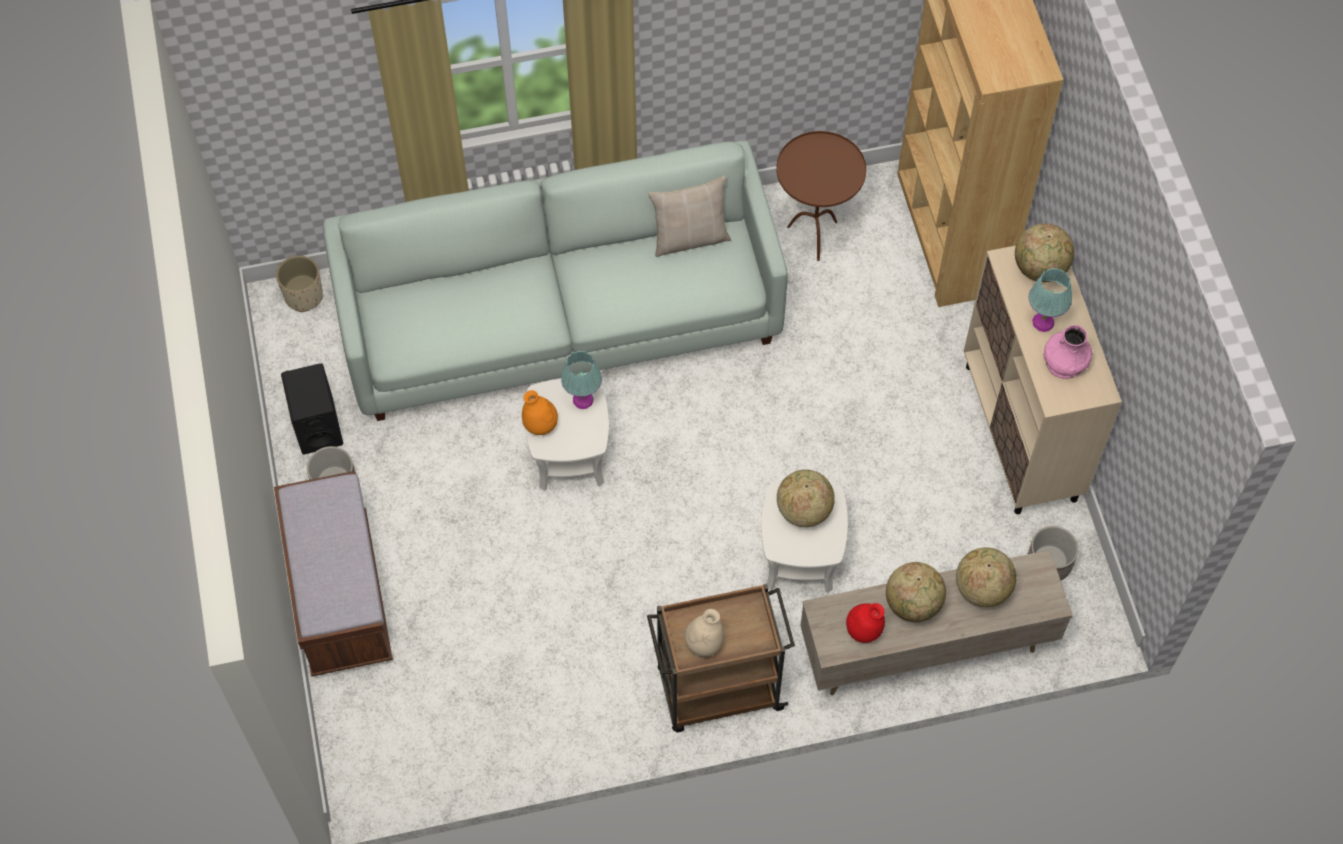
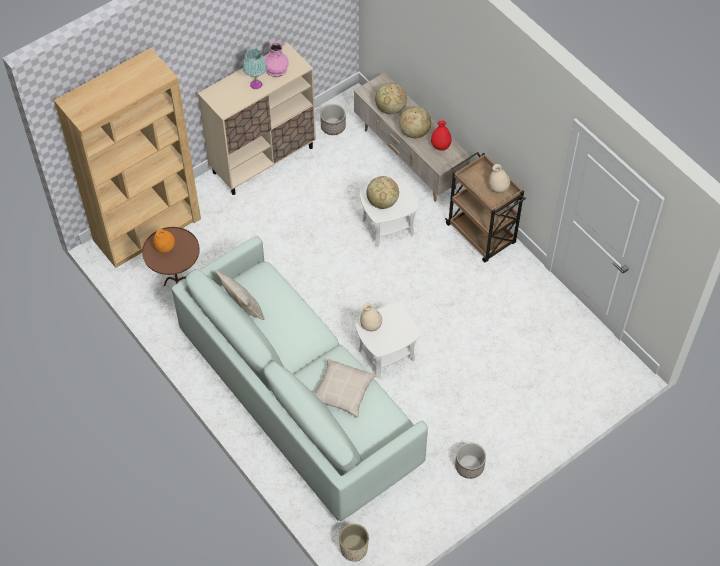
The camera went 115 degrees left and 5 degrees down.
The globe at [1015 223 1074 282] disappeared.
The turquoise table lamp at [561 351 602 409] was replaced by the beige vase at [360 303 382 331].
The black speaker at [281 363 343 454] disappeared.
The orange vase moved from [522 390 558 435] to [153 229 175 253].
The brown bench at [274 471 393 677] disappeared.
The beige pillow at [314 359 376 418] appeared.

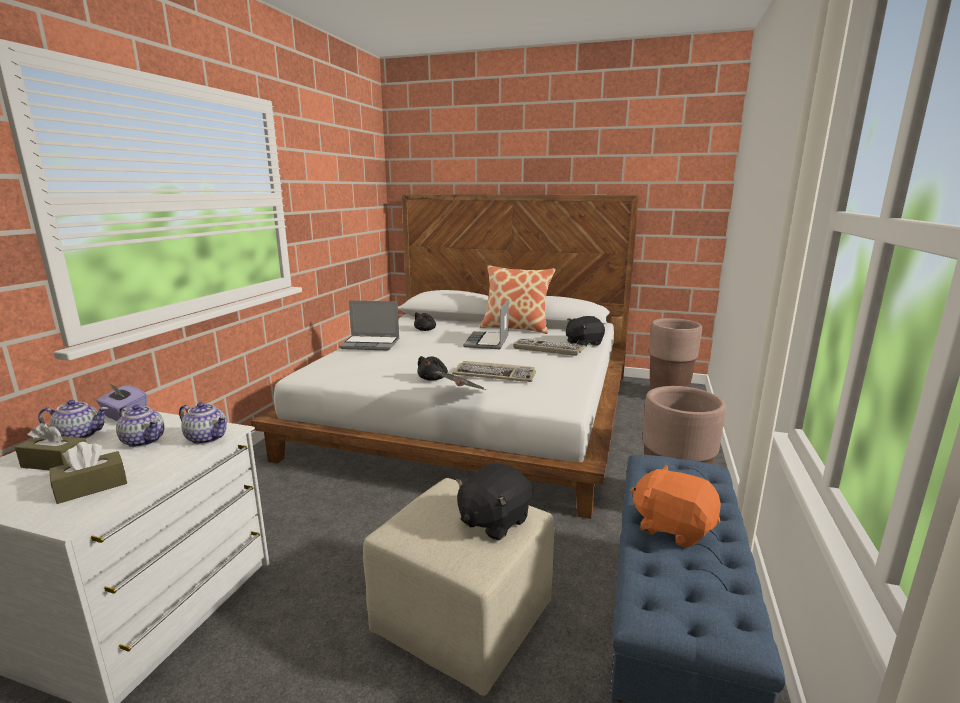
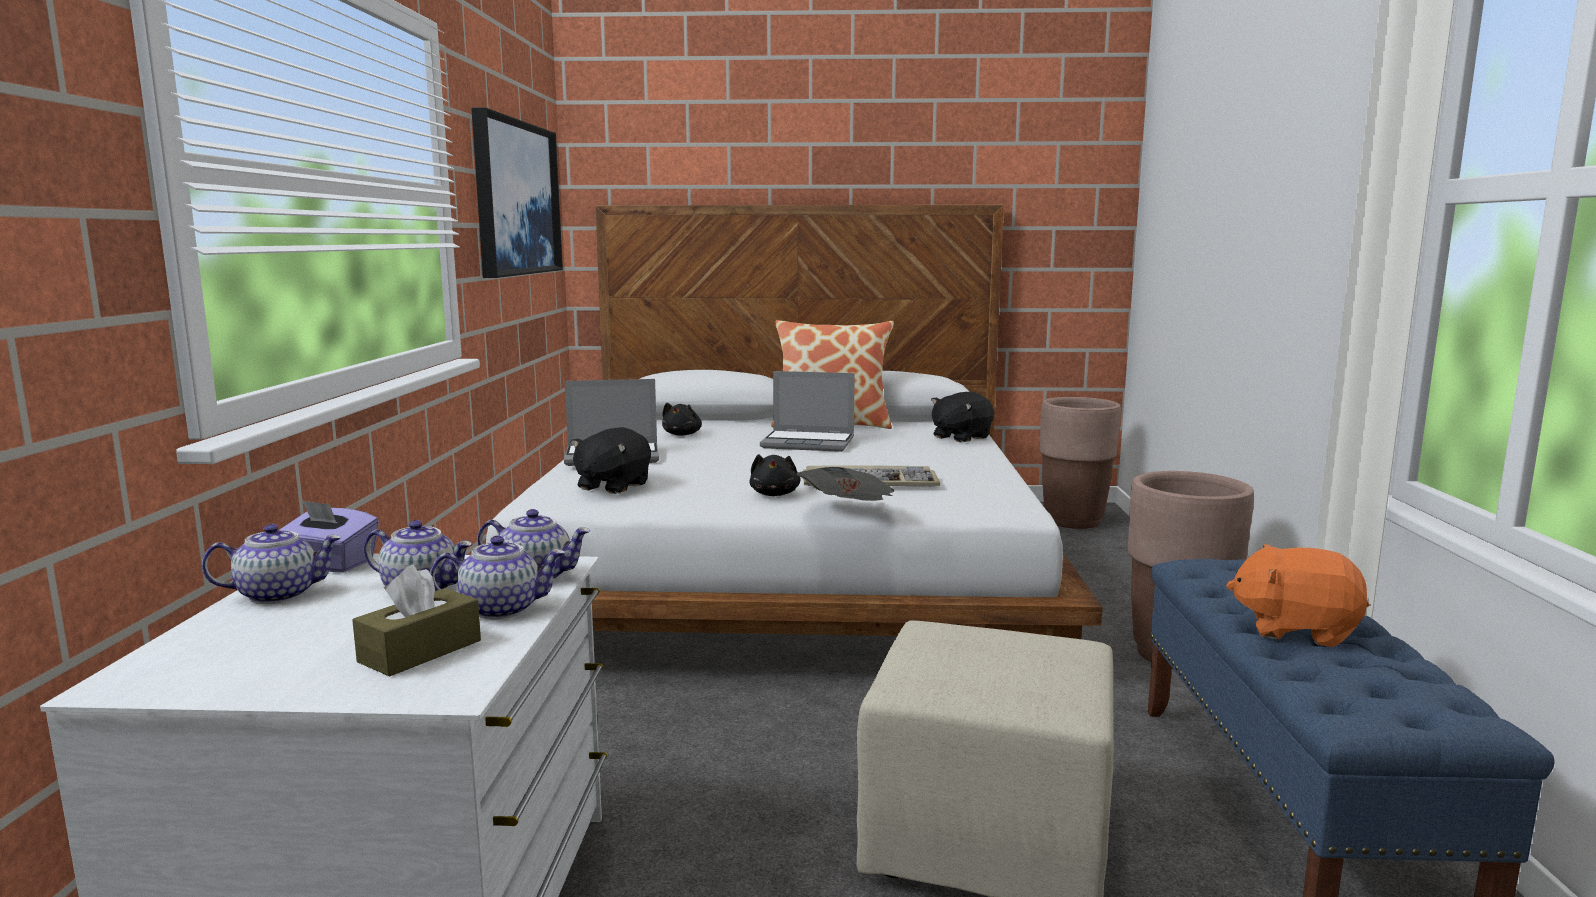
The camera went 15 degrees left and 5 degrees down.
The laptop at [463 299 509 349] turned 75 degrees counterclockwise.
The keyboard at [513 338 586 356] disappeared.
The brown tissue box at [15 423 87 470] disappeared.
The black plush toy moved from [456 464 532 541] to [571 427 651 494].
The picture at [471 107 563 278] appeared.
The teapot at [430 536 565 619] appeared.

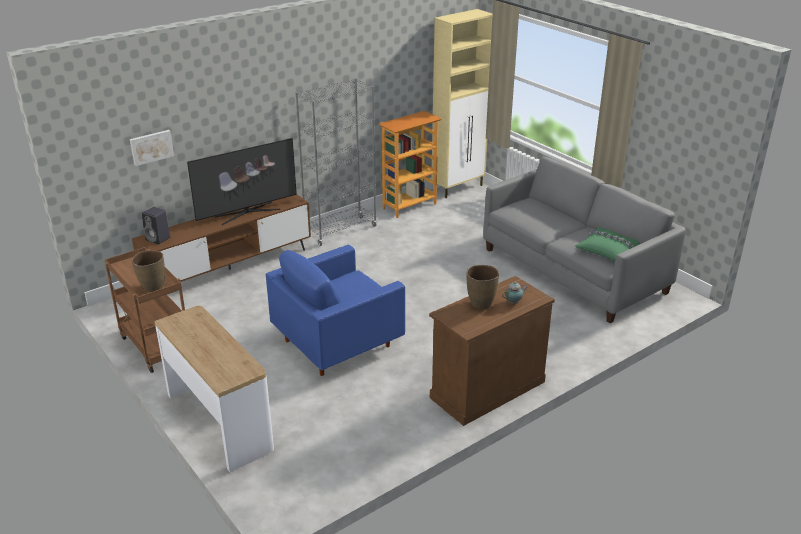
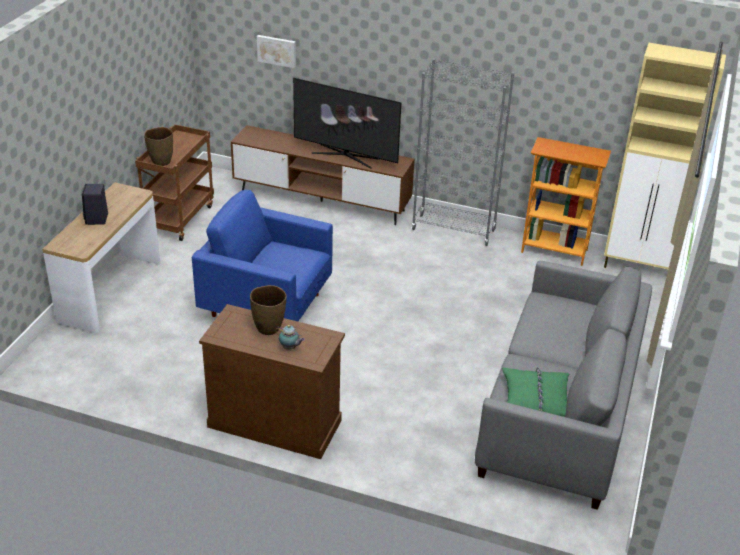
The camera went 55 degrees right and 5 degrees up.
The black speaker moved from [142 207 170 245] to [82 184 108 225].

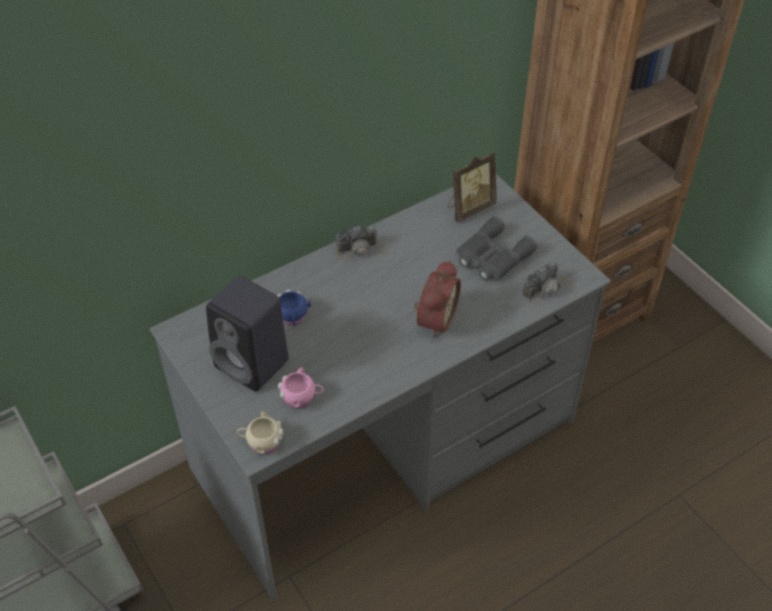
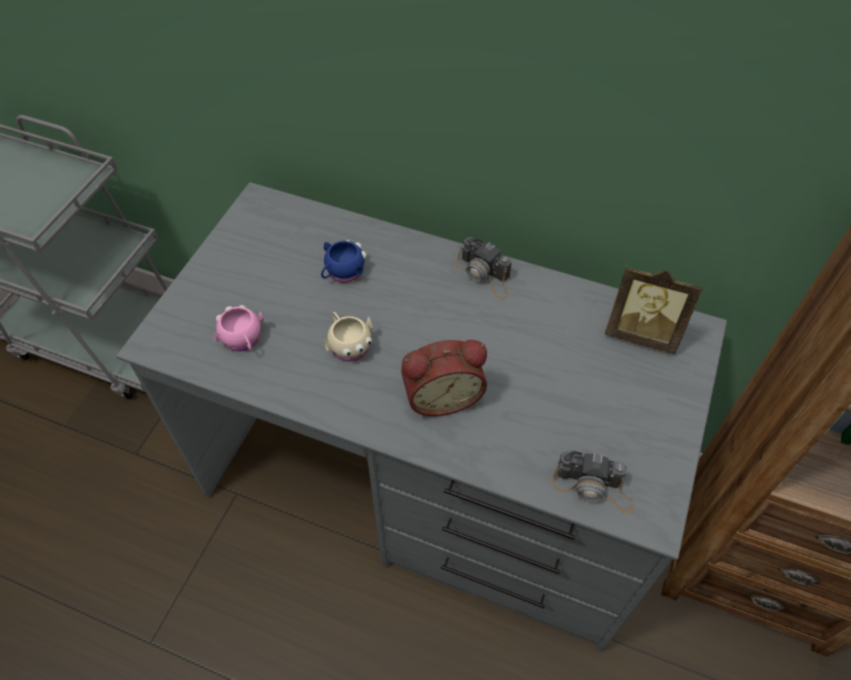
The camera went 55 degrees right and 5 degrees up.
The grey binoculars at [457 216 537 281] disappeared.
The black speaker at [206 275 289 392] disappeared.
The beige mug moved from [237 411 284 454] to [323 312 373 362].

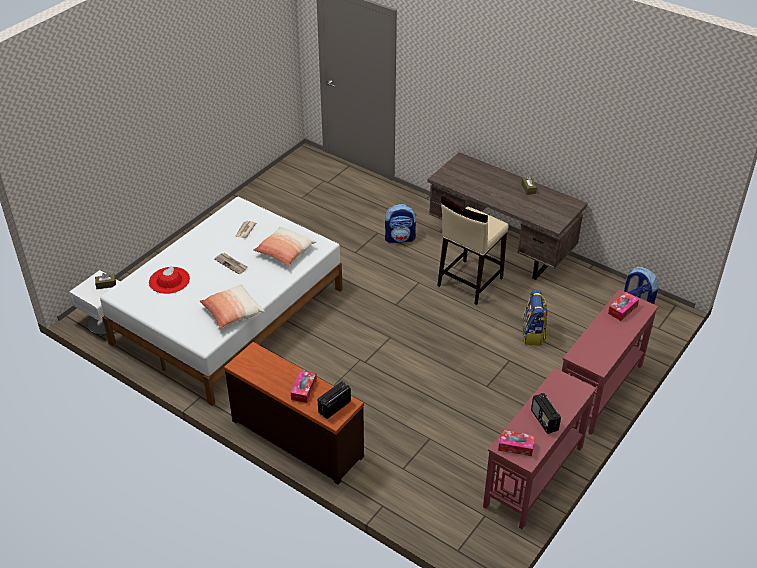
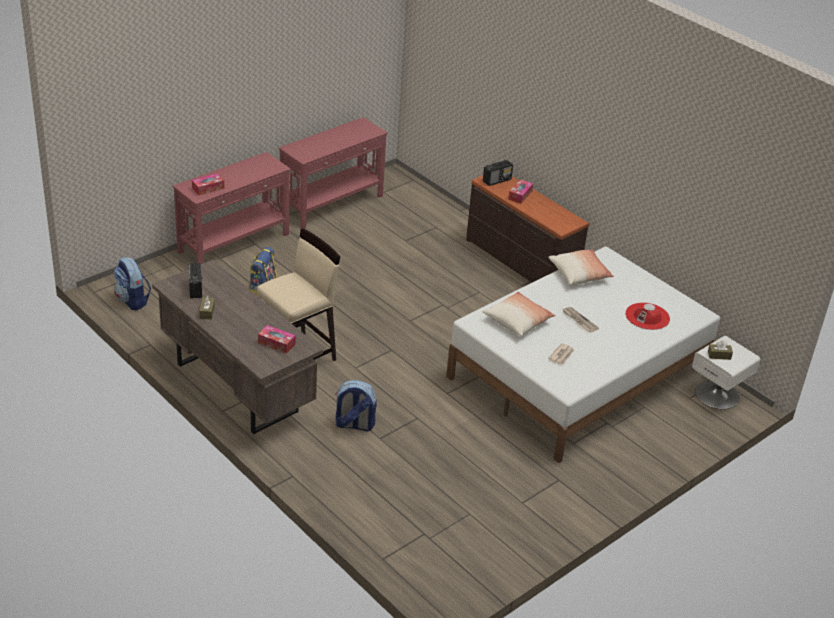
The camera went 170 degrees left and 5 degrees down.
The radio moved from [531 393 561 434] to [188 262 203 299].
The tissue box moved from [498 430 535 456] to [258 325 296 353].

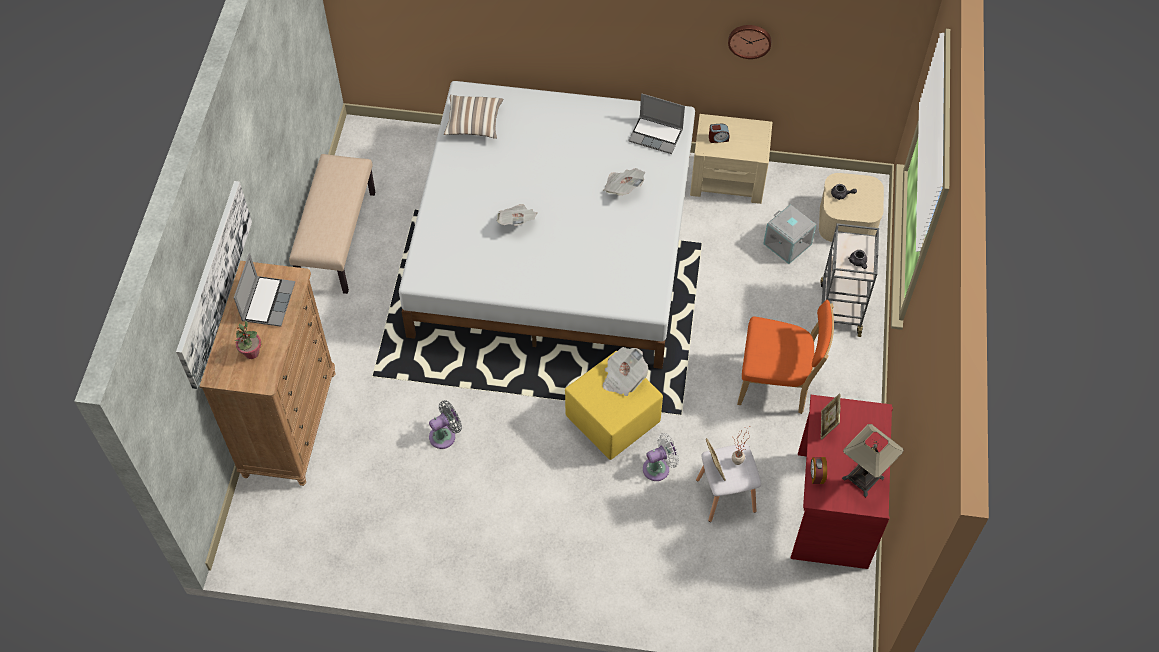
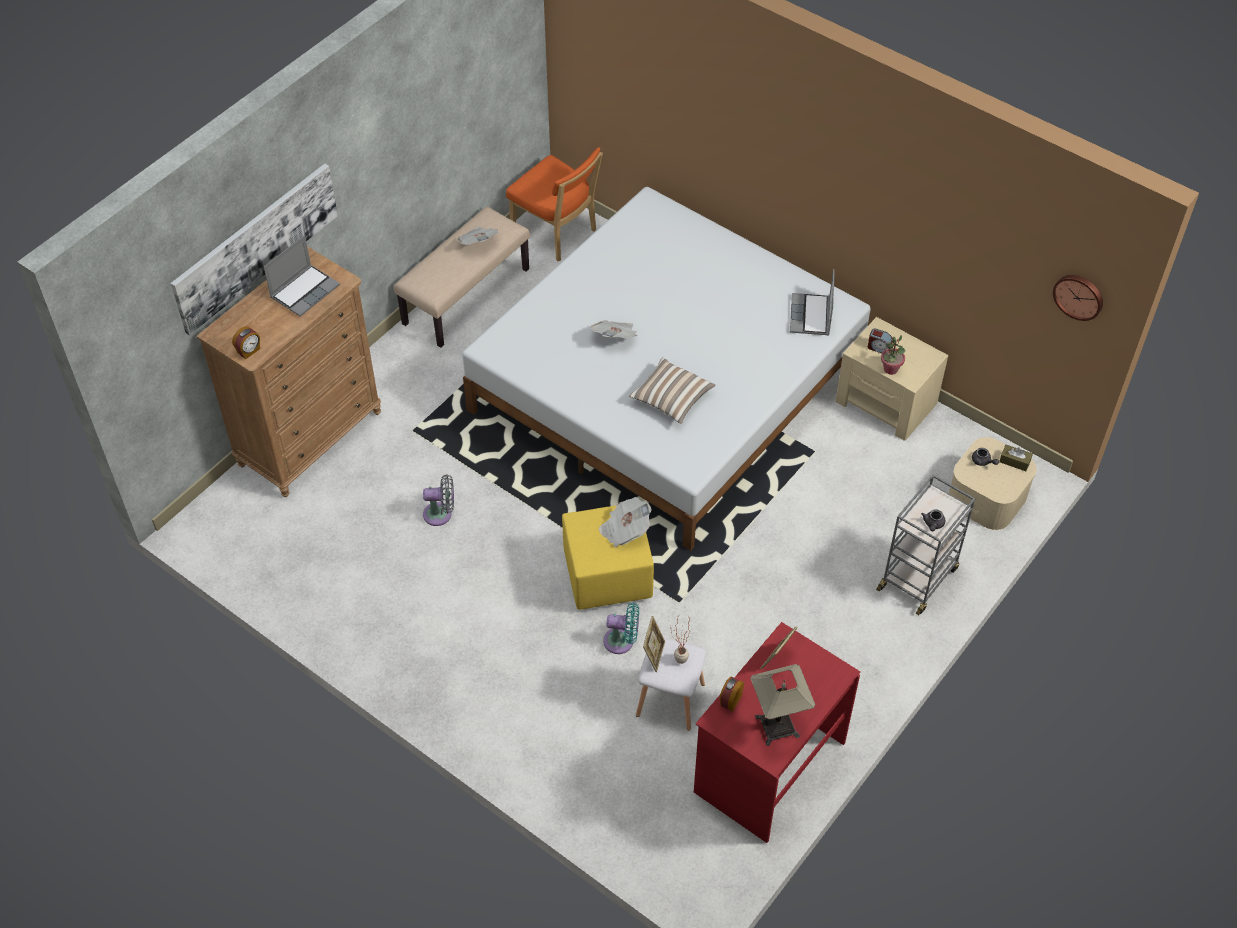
The camera went 30 degrees right and 5 degrees down.
The wall clock moved from [728 25 771 59] to [1053 275 1103 321].
The laptop at [628 93 685 154] turned 45 degrees clockwise.
The pillow moved from [444 95 503 139] to [629 357 716 424].
The newspaper moved from [603 168 645 195] to [457 227 498 245].
The grey storage box at [763 204 816 264] disappeared.
The orange chair moved from [737 300 834 414] to [506 147 603 261].
The potted plant moved from [235 321 261 359] to [881 335 906 375].
The white fan at [643 433 679 481] became the turquoise fan at [603 603 639 654].
The alarm clock at [232 326 260 359] appeared.
The brown tissue box at [999 445 1033 471] appeared.

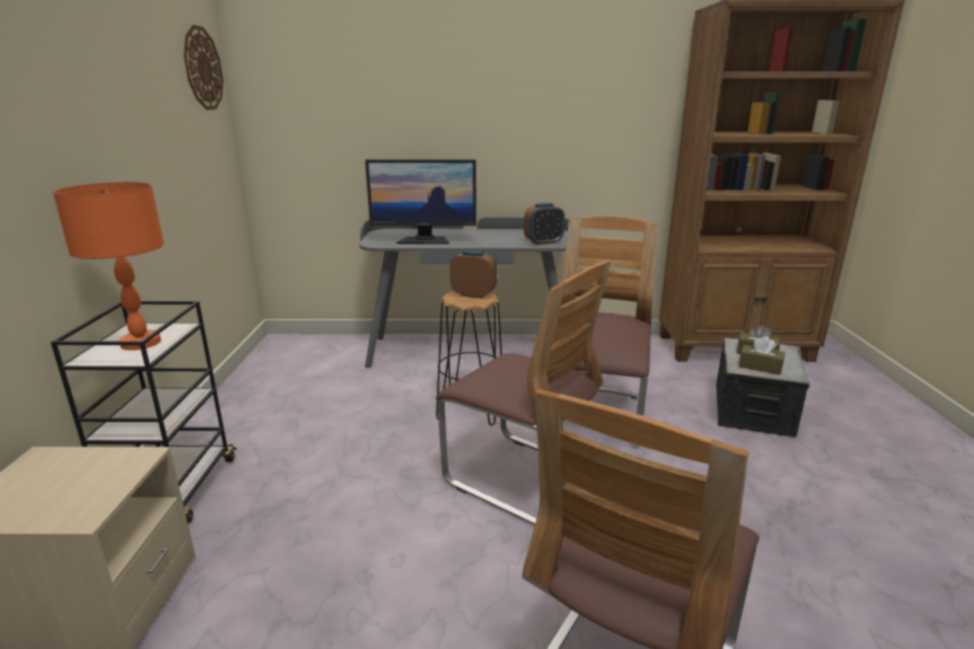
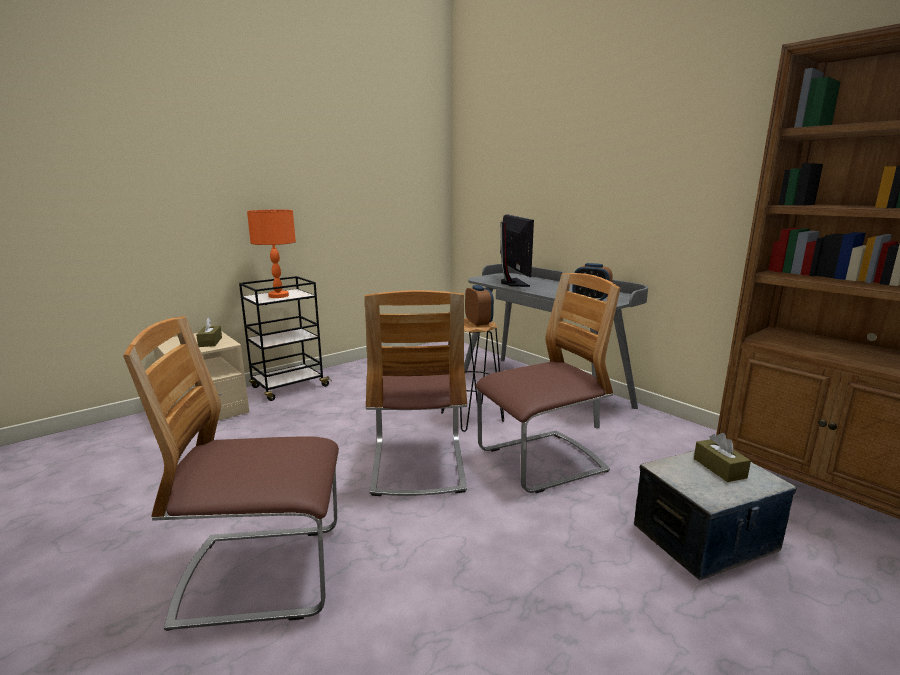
The camera went 50 degrees right and 5 degrees down.
The wall clock at [184 25 223 110] disappeared.
The monitor at [365 159 476 244] turned 150 degrees counterclockwise.
The brown tissue box moved from [739 336 785 375] to [196 317 222 347].

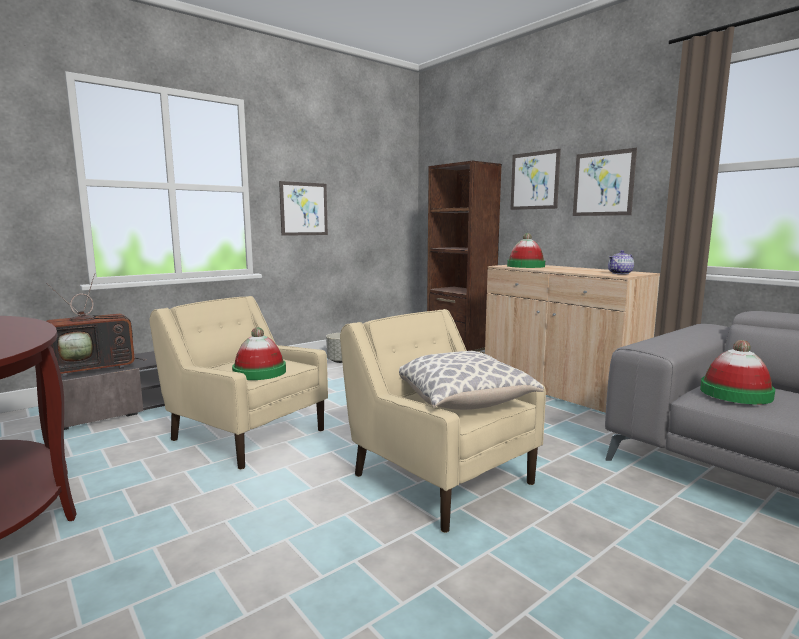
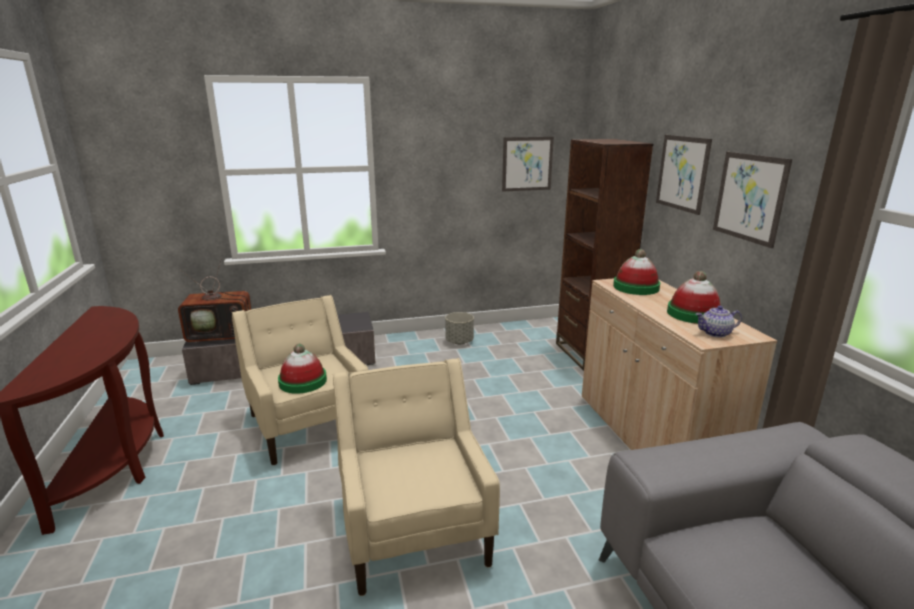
The camera went 25 degrees right and 10 degrees up.
The picture moved from [279 181 328 236] to [502 137 554 192].
The hat moved from [700 340 775 404] to [667 271 721 324].
The pillow at [399 351 544 410] disappeared.

